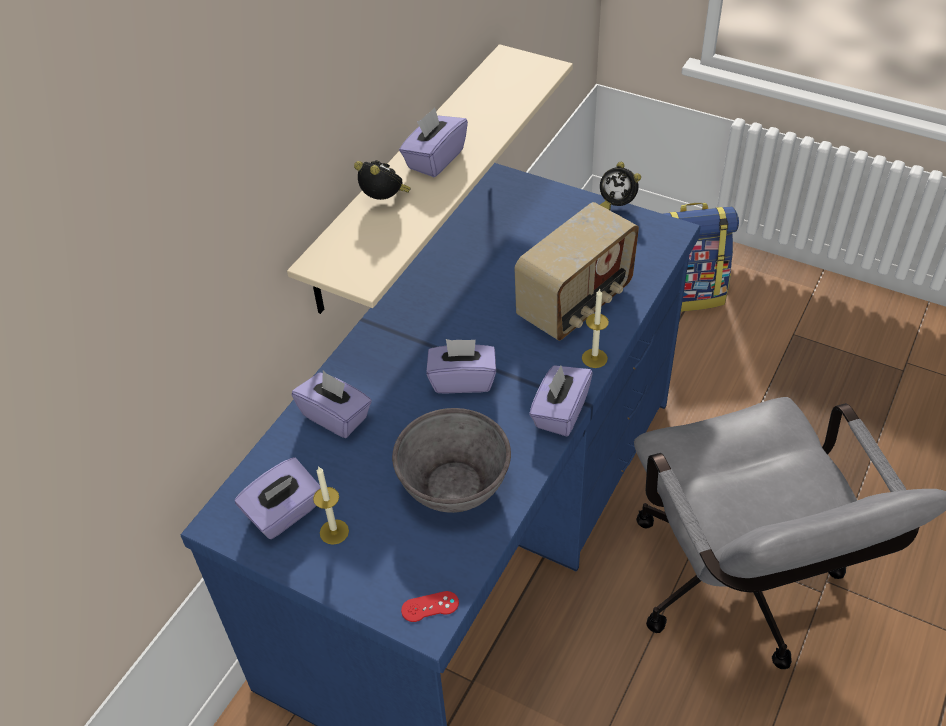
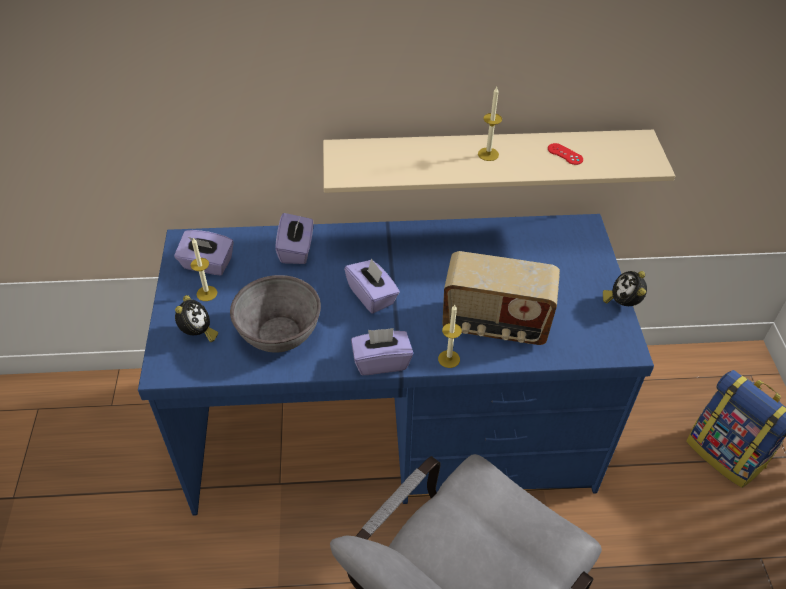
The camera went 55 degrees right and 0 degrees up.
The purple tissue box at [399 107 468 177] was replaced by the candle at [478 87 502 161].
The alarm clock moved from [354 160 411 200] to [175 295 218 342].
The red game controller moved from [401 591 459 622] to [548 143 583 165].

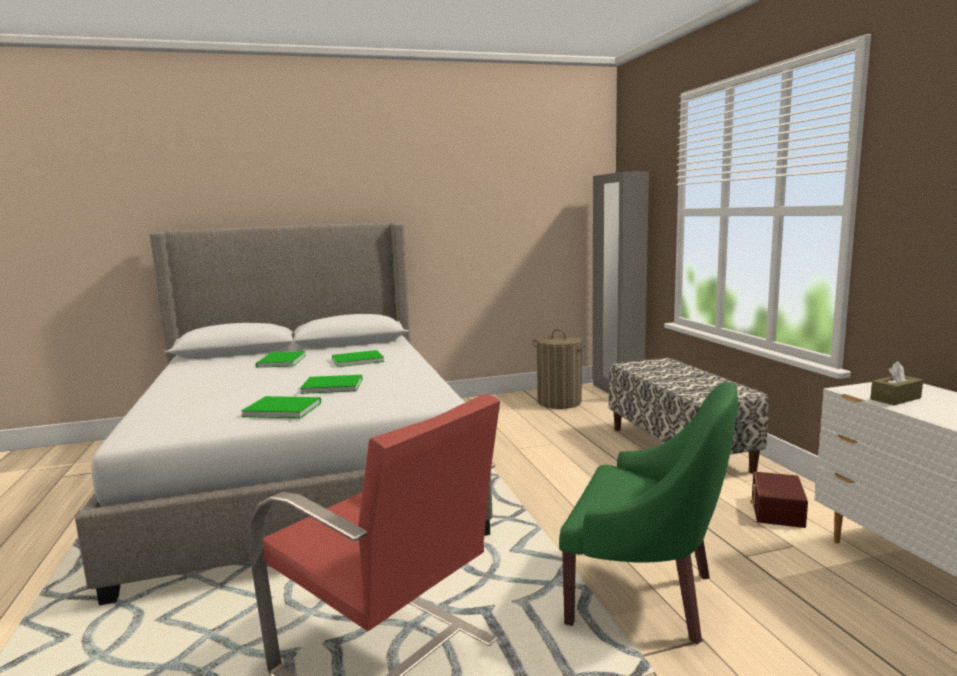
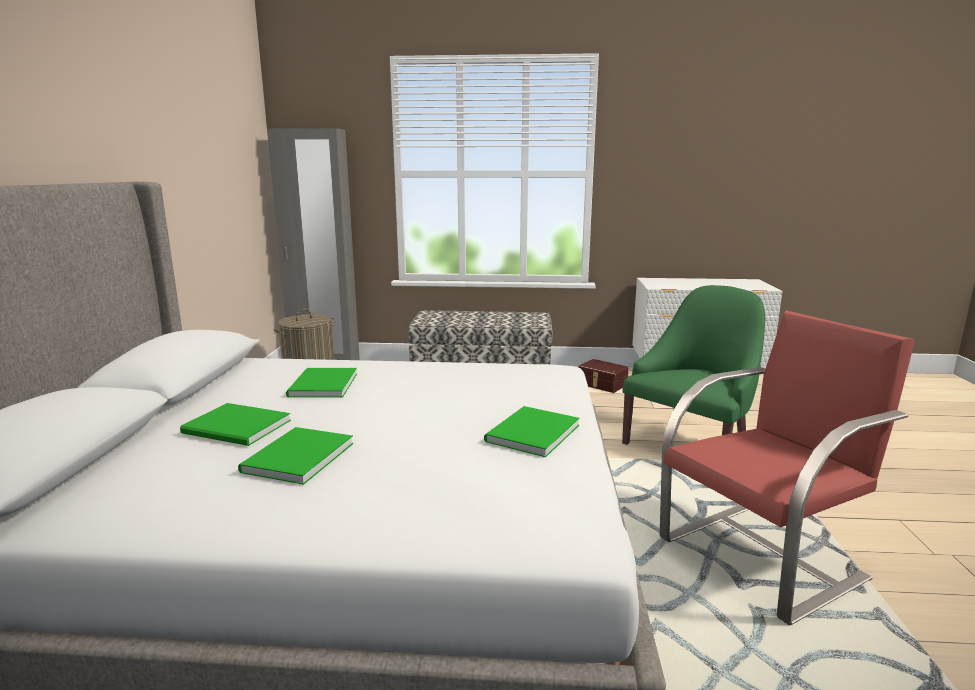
The camera went 70 degrees left and 5 degrees up.
The brown tissue box at [870 361 923 405] disappeared.
The green book moved from [300 375 363 394] to [238 427 353 485].

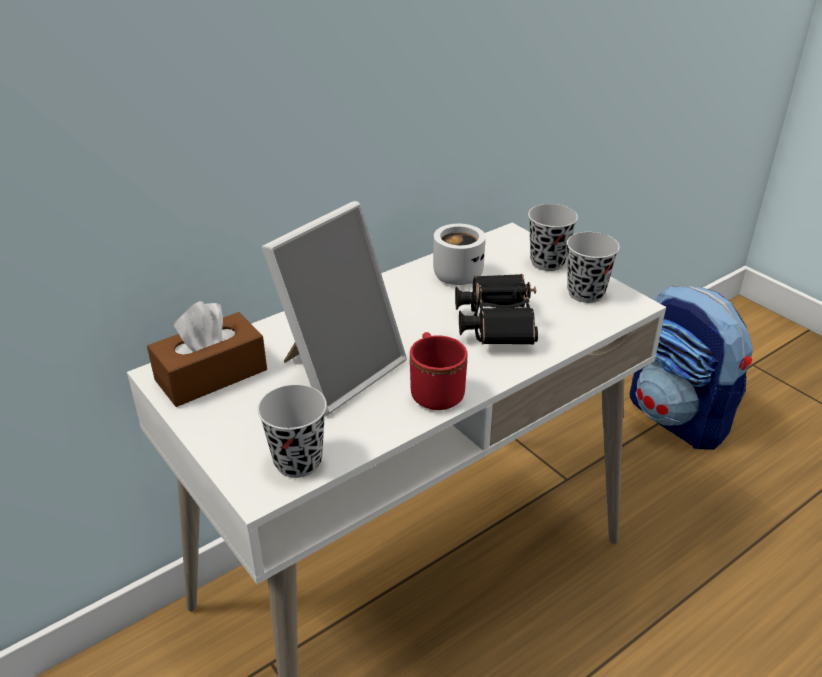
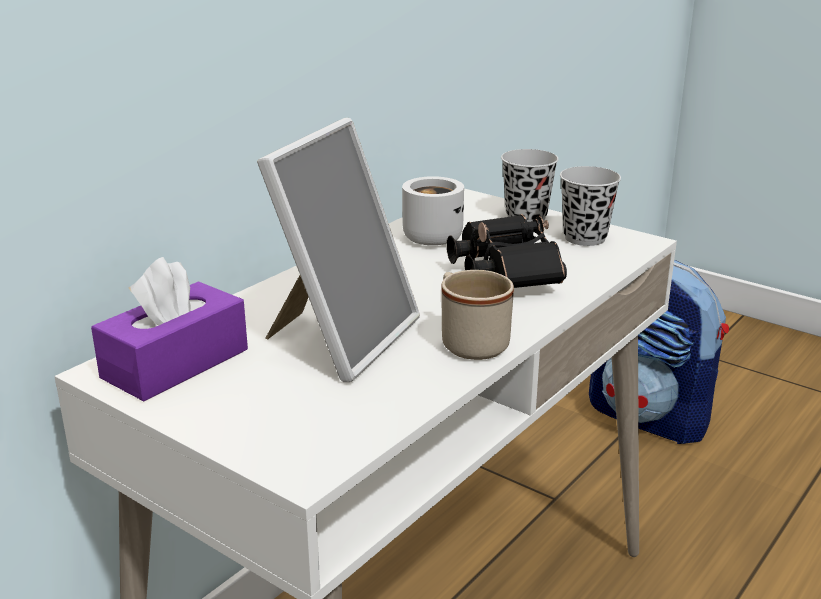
The camera went 15 degrees left and 10 degrees down.
The brown tissue box at [147 301 267 407] became the purple tissue box at [91 257 248 401].
The red mug at [410 332 467 410] became the beige mug at [441 270 514 360].
The black cup at [257 385 327 478] disappeared.

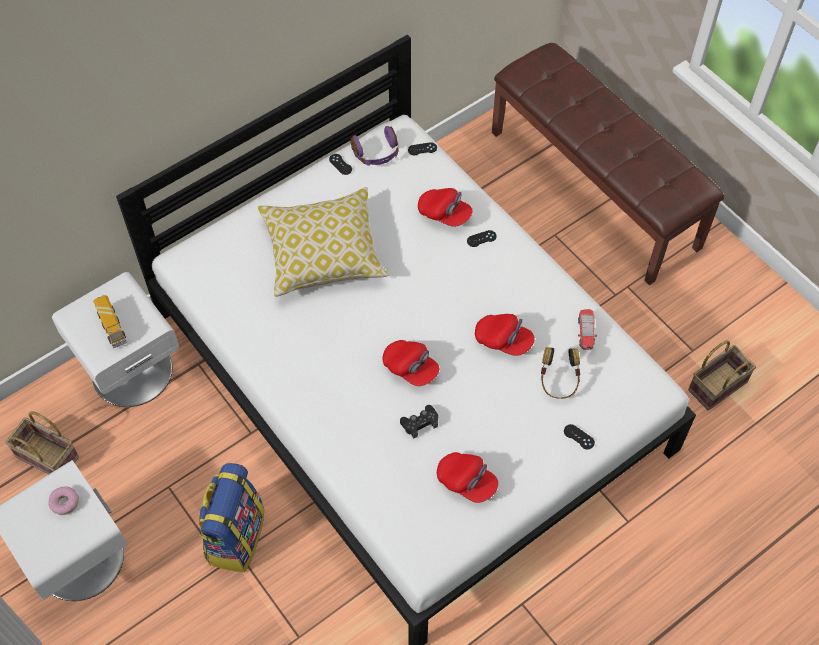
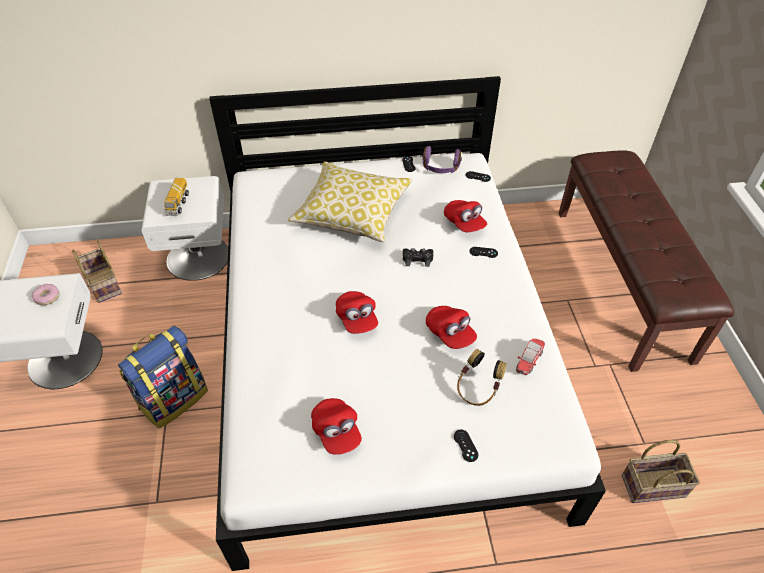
The camera went 30 degrees right and 10 degrees down.
The black game controller moved from [400 405 438 439] to [403 248 433 267].

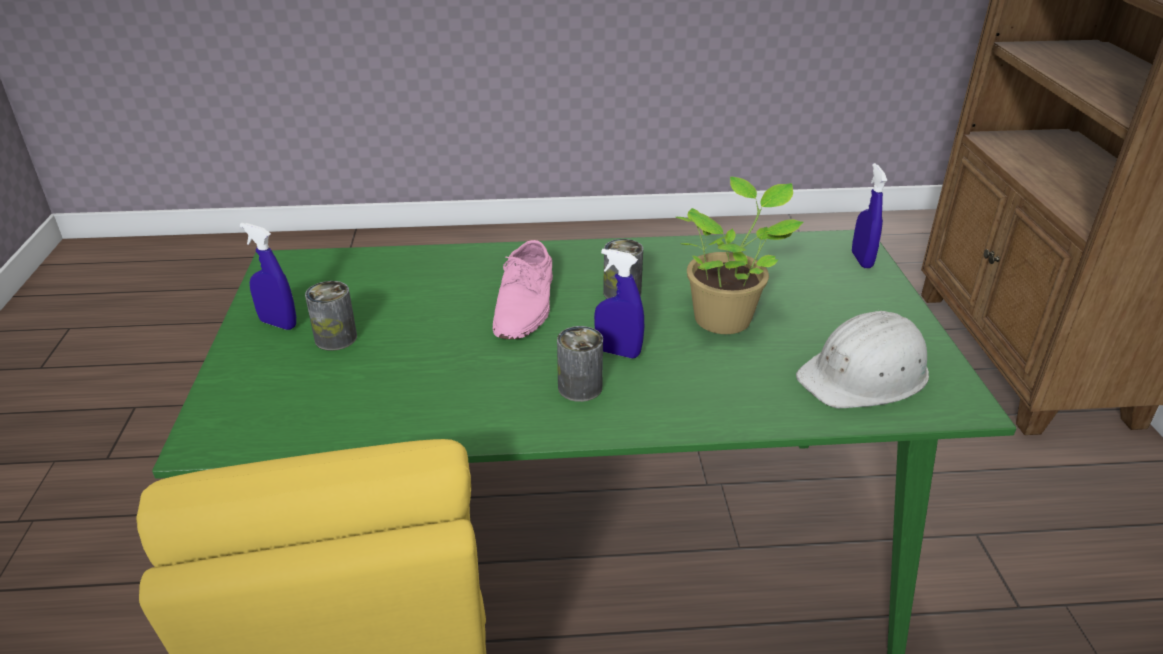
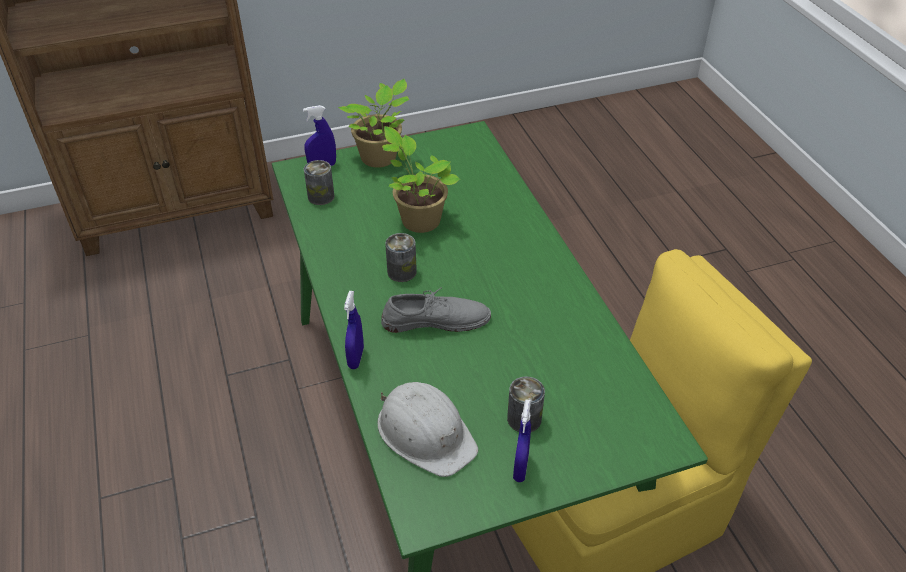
The camera went 105 degrees left and 10 degrees up.
The pink shoe at [493 240 553 339] became the grey shoe at [381 287 491 333].
The blue spray bottle moved from [594 249 644 358] to [344 291 364 369].
The white hard hat moved from [796 311 929 408] to [378 382 478 477].
The can moved from [557 326 603 402] to [304 160 334 205].
The potted plant at [338 79 409 168] appeared.

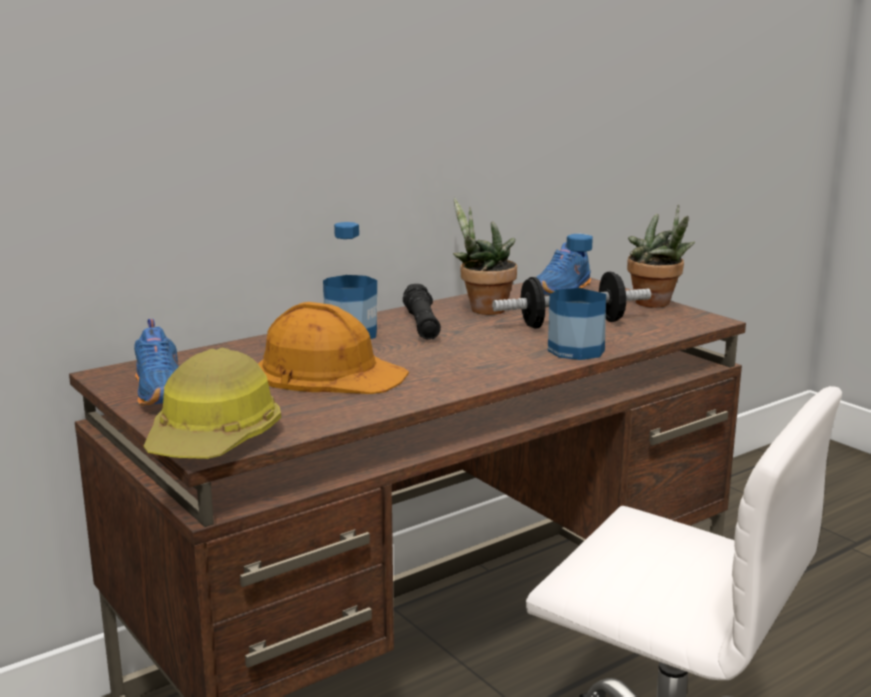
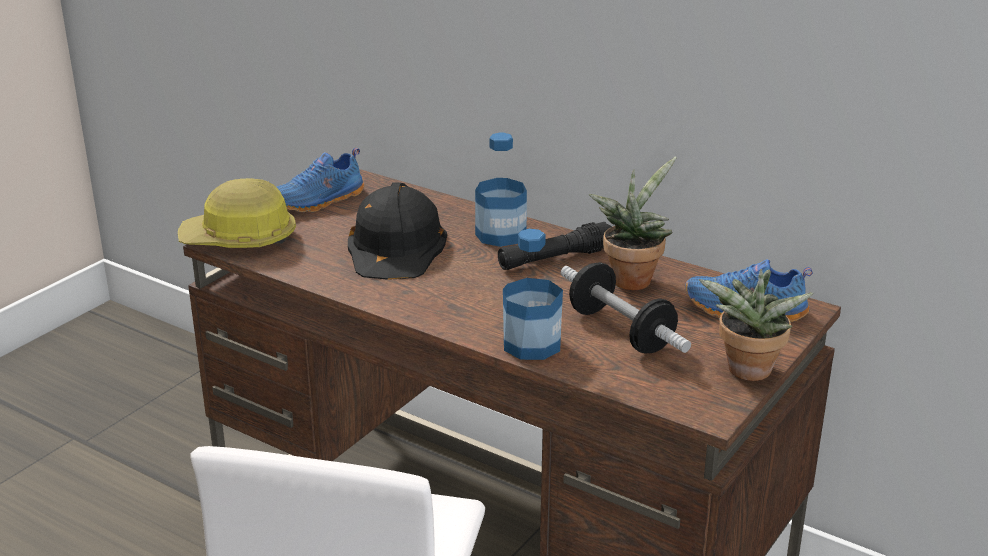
The camera went 70 degrees right and 10 degrees up.
The orange hard hat at [258 302 409 394] became the black hard hat at [348 183 447 280].

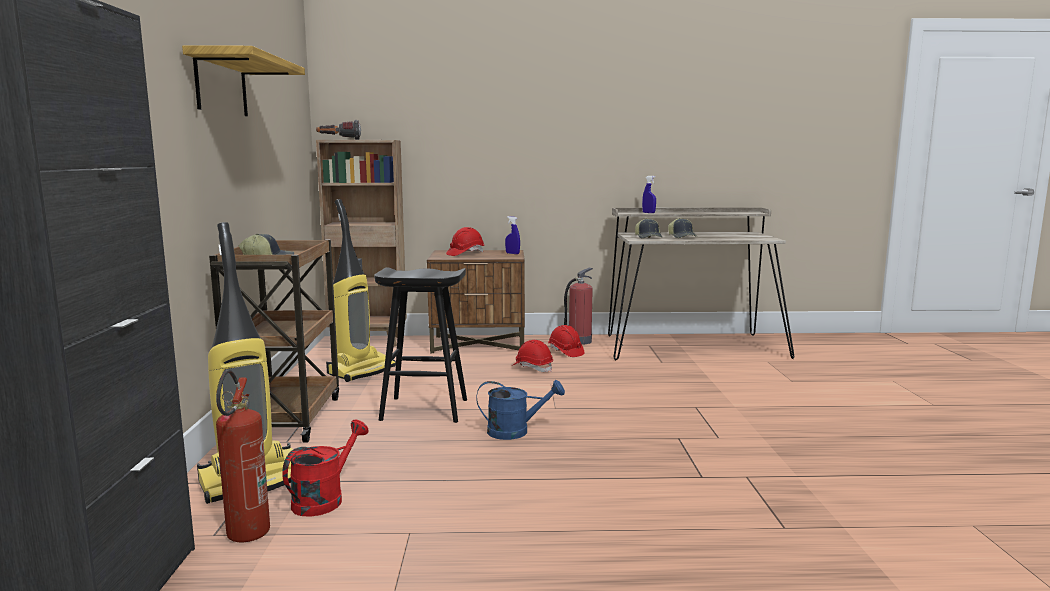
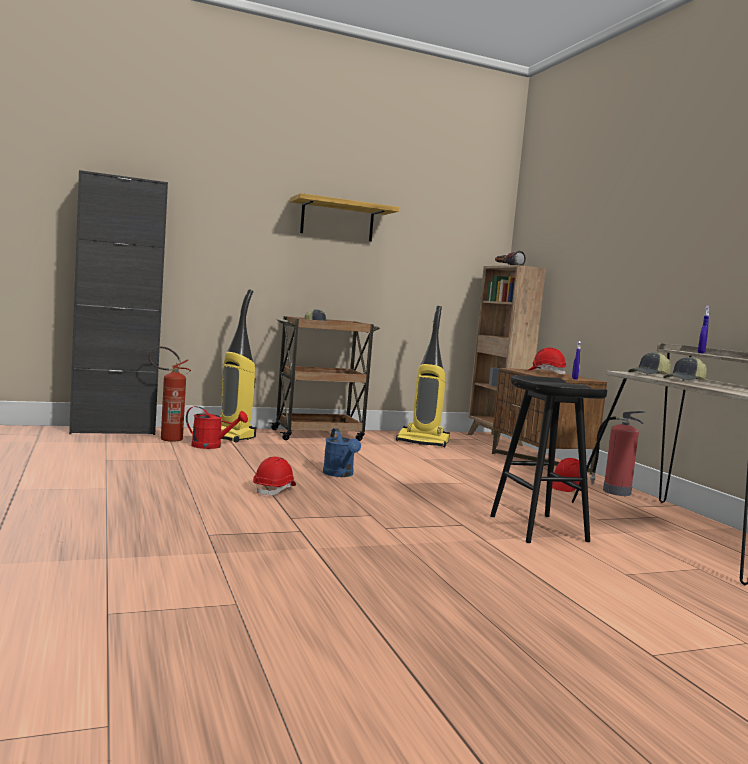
The camera went 70 degrees right and 5 degrees down.
The black stool moved from [374 267 467 423] to [490 375 607 543].
The red hard hat moved from [512 340 553 372] to [253 457 296 497].

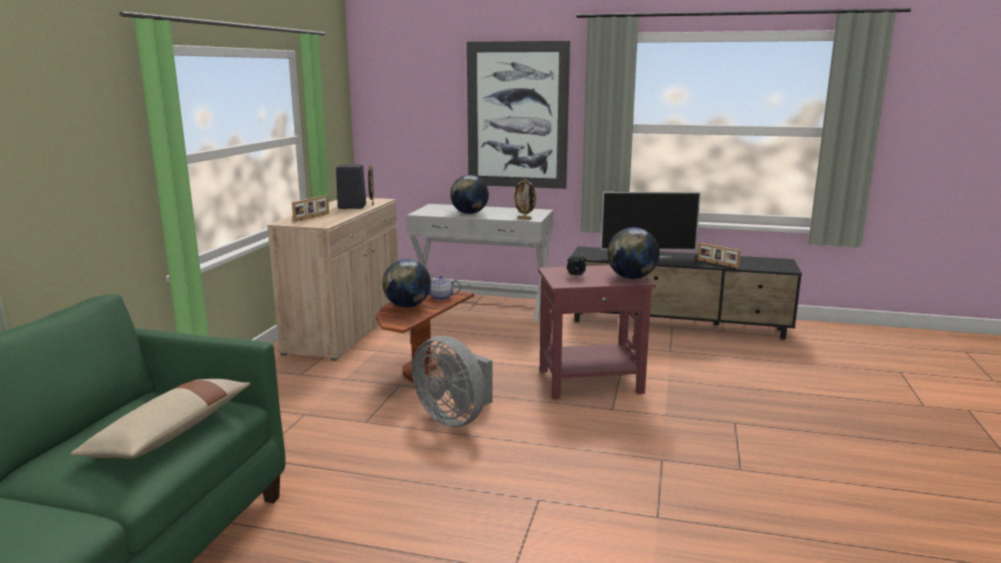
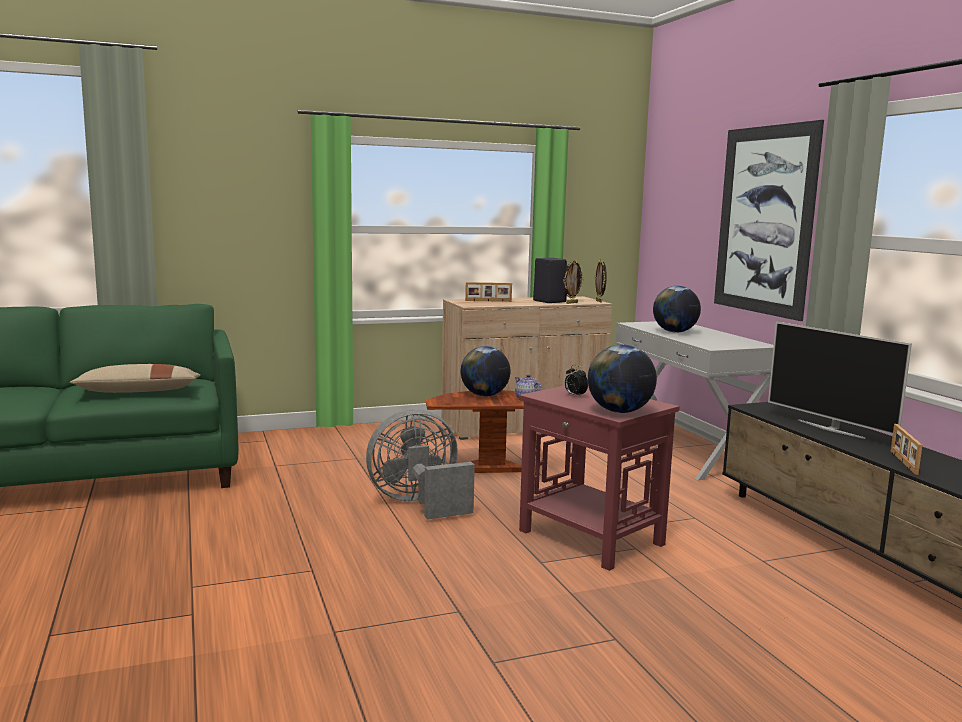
The camera went 55 degrees right and 5 degrees down.
The picture frame moved from [512 179 537 220] to [595 259 607 303].
The grey fan at [412 336 493 427] turned 60 degrees clockwise.

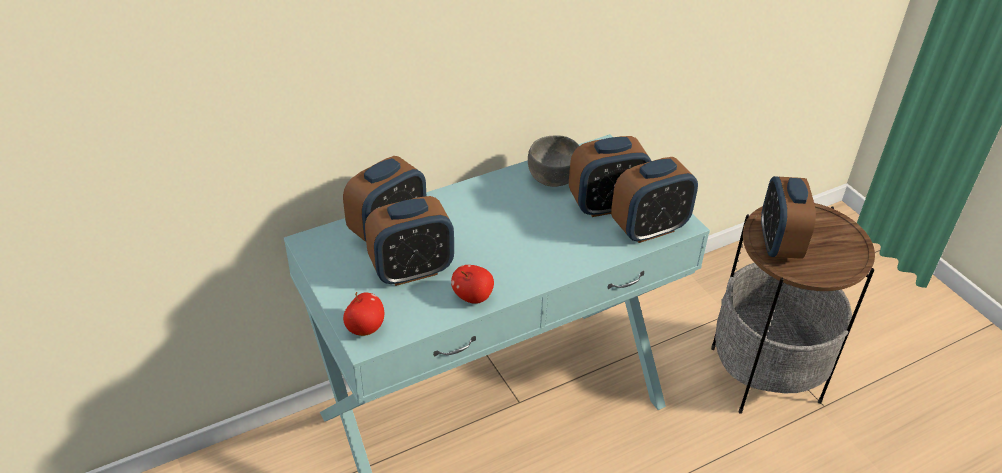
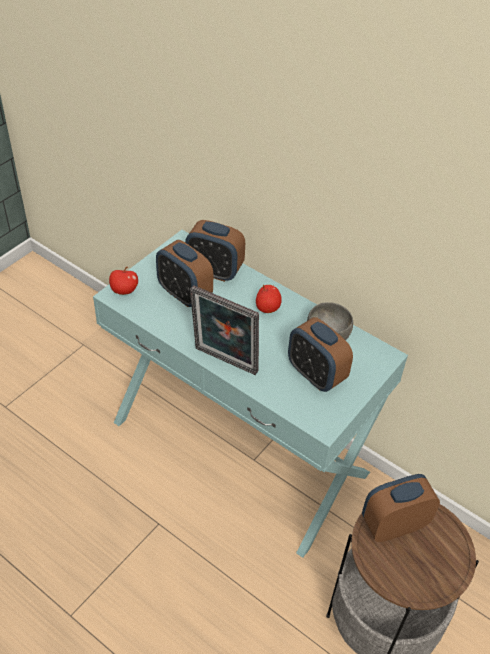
The camera went 65 degrees right and 5 degrees up.
The alarm clock at [611 157 698 243] disappeared.
The apple moved from [451 265 494 304] to [256 285 282 313].
The picture frame at [190 285 259 375] appeared.

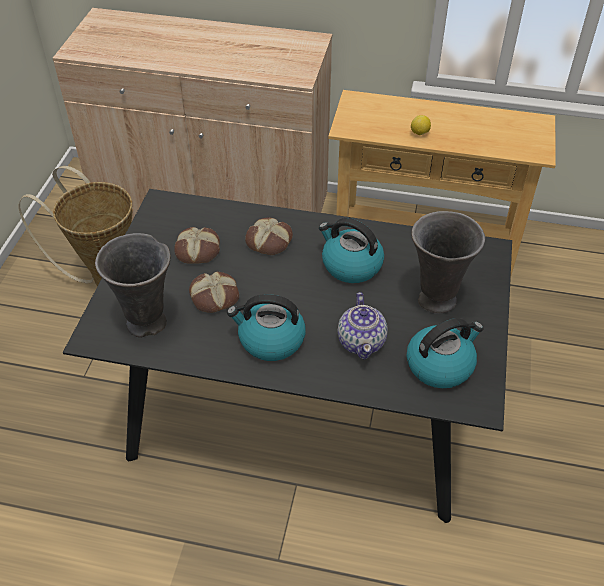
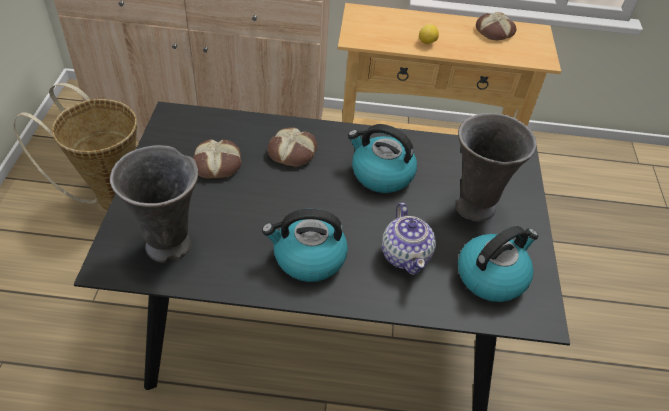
The camera went 10 degrees left and 0 degrees up.
The bread moved from [189 272 239 313] to [476 12 516 40].

